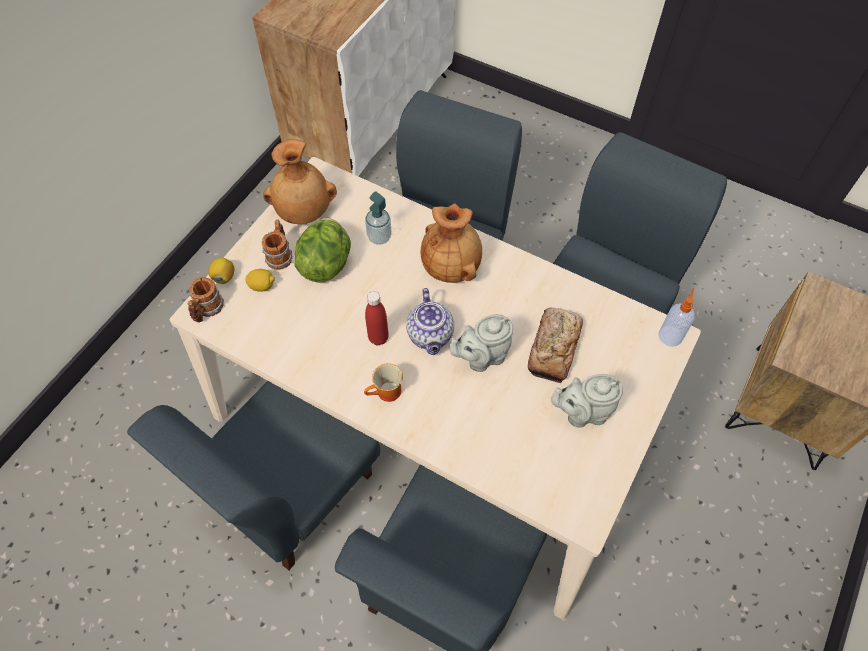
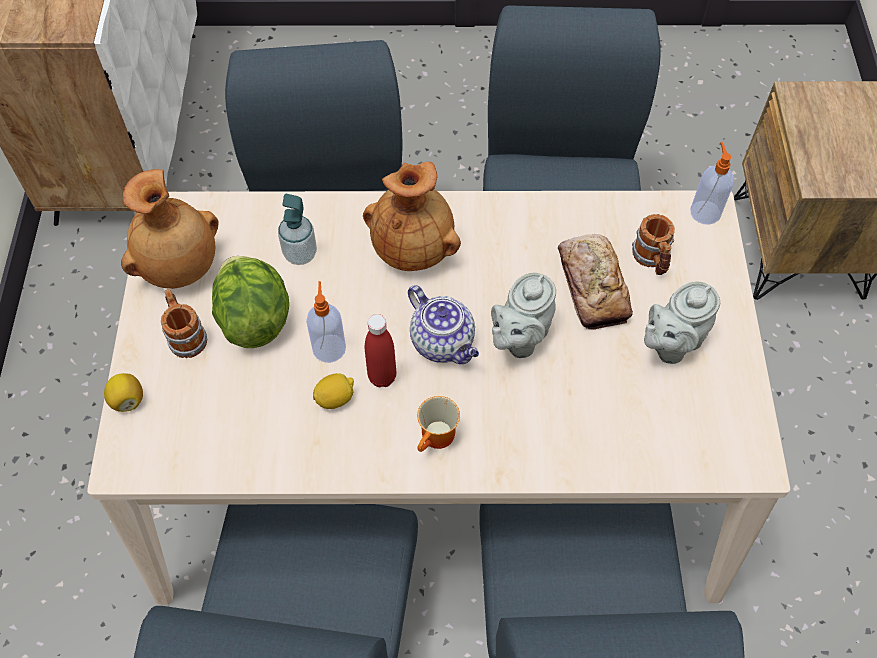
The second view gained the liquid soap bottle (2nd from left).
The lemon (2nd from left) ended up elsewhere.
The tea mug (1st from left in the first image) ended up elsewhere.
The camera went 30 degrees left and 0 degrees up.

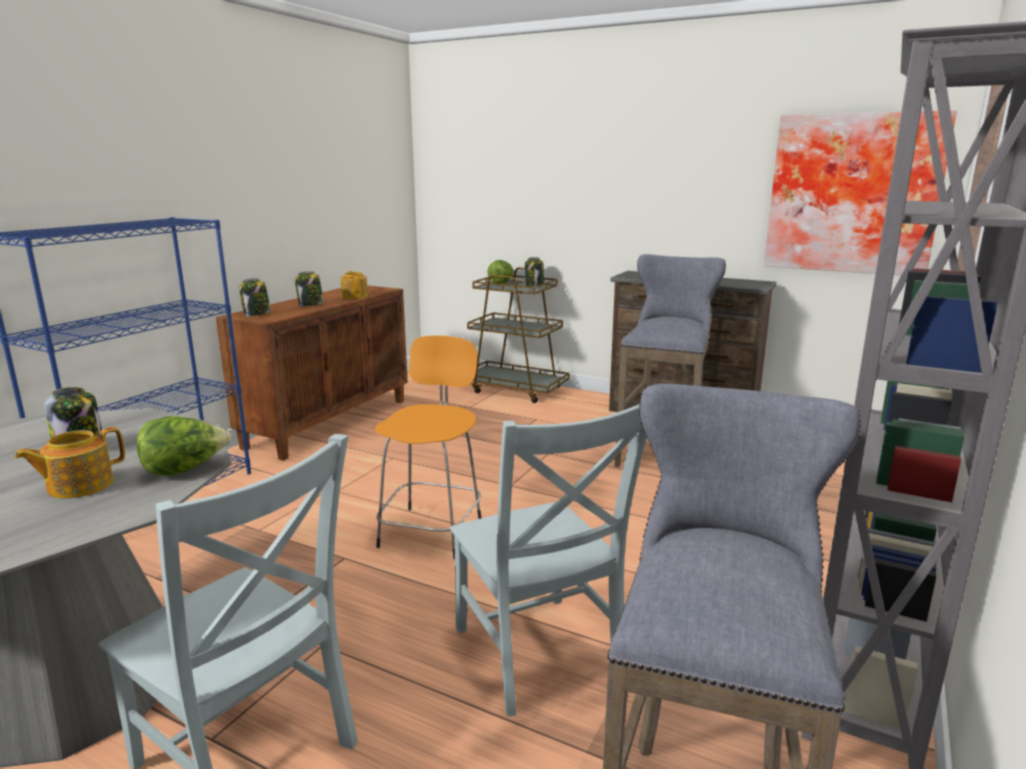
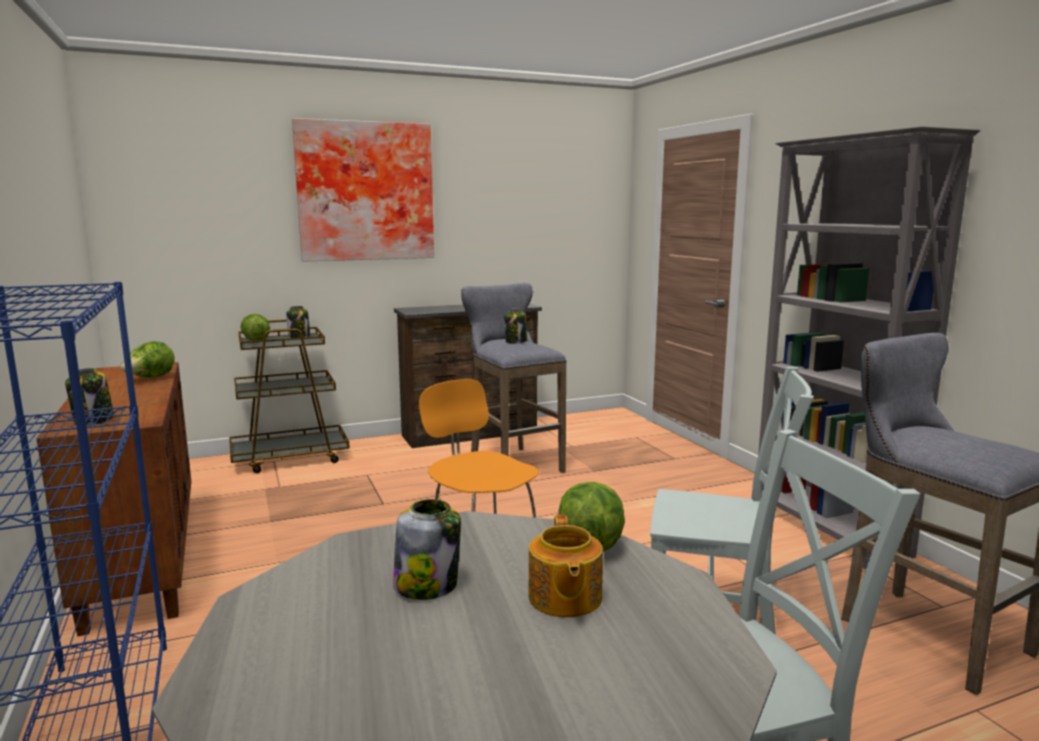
Where the teapot (2nd from left) stood, the lettuce head (1st from left) came to stand.
The wall art ended up elsewhere.
The storage jar (3rd from left in the first image) ended up elsewhere.
The camera went 50 degrees left and 5 degrees down.

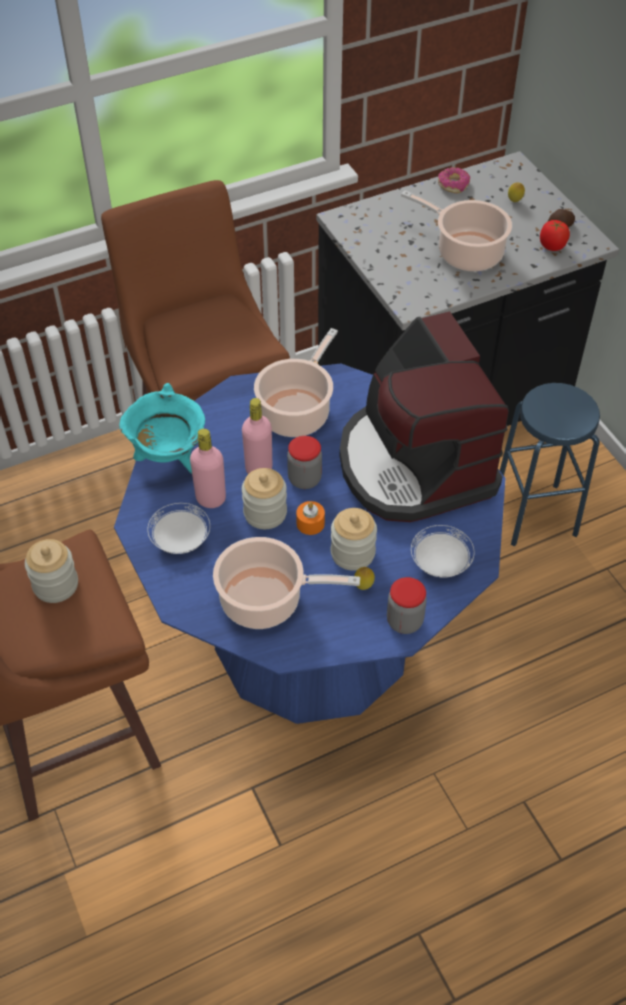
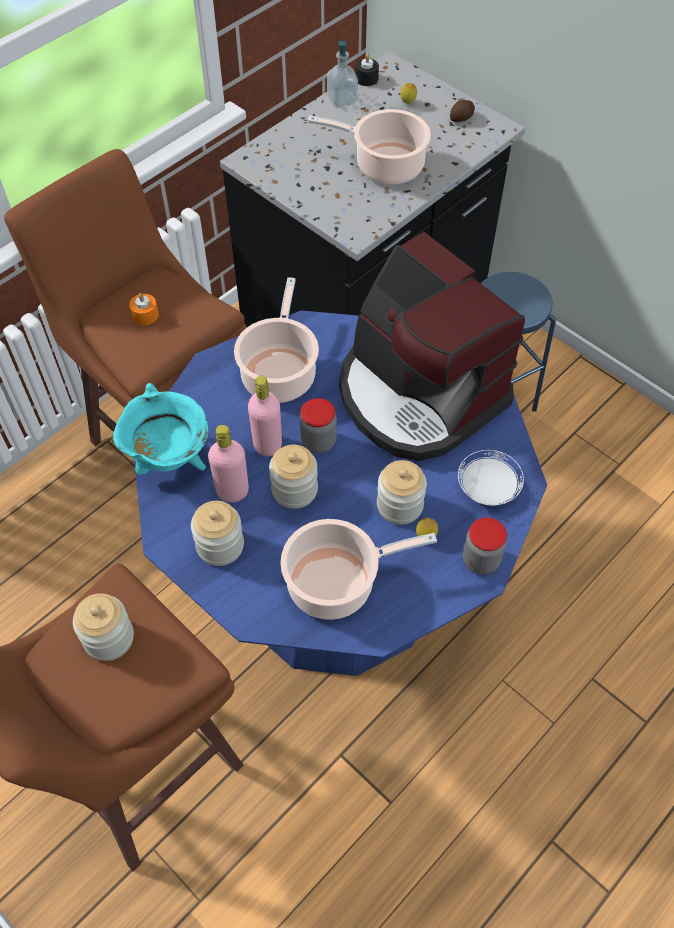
The orange wax candle ended up elsewhere.
Where the white-coloured plate (1st from left) stood, the storage jar (2nd from left) came to stand.
Where the donut stood, the liquid soap bottle came to stand.
The second view gained the black wax candle.
The second view lost the whole tomato.
The camera went 20 degrees left and 5 degrees up.

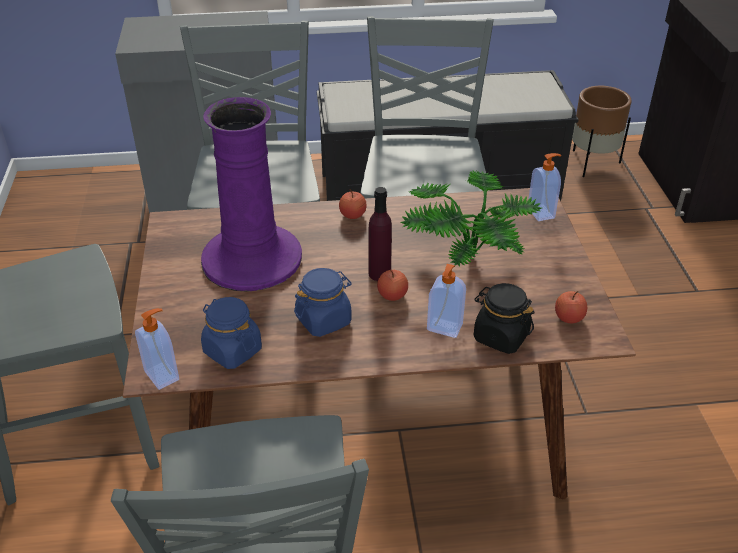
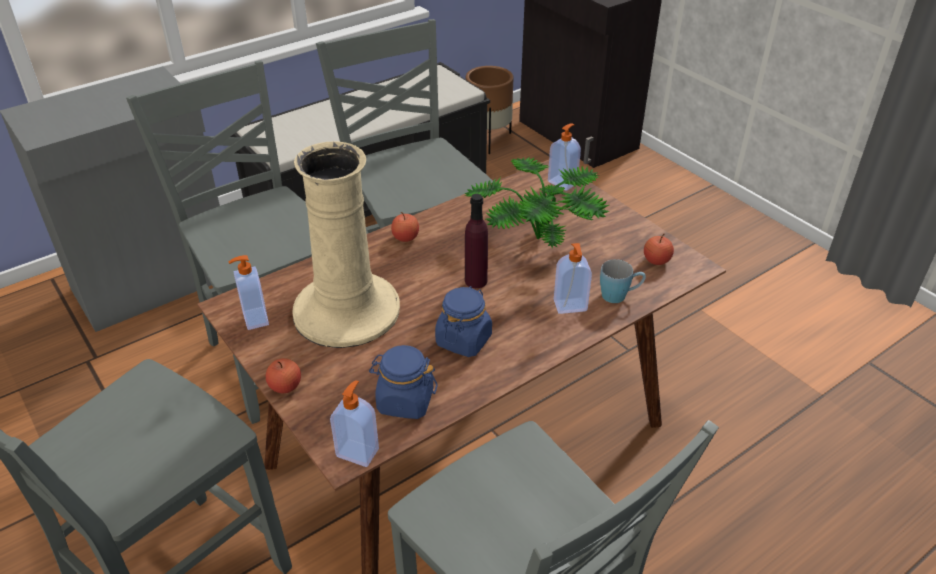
The second view gained the liquid soap bottle (1st from left).
The apple (2nd from left in the first image) ended up elsewhere.
What was the purple flower vase turned into the sand-coloured flower vase.
Where the black storage jar stood, the bluish tea mug came to stand.
The camera went 30 degrees left and 0 degrees up.

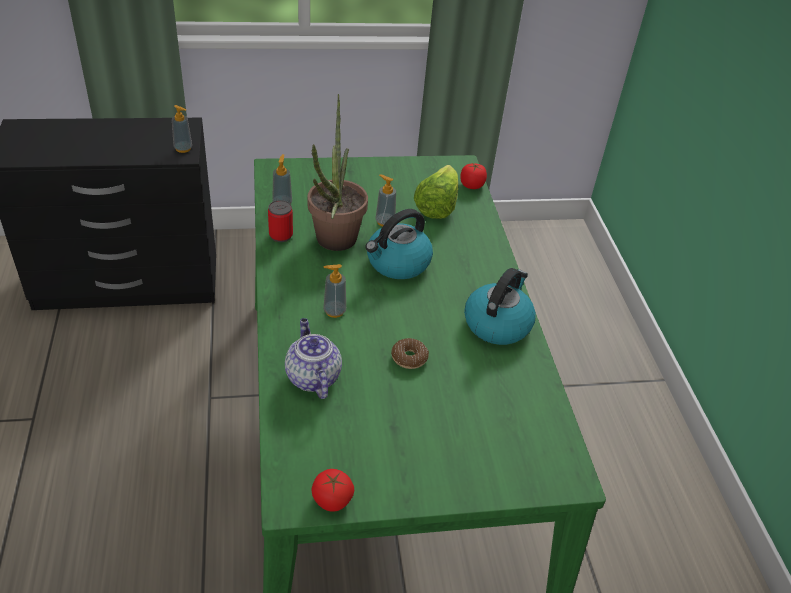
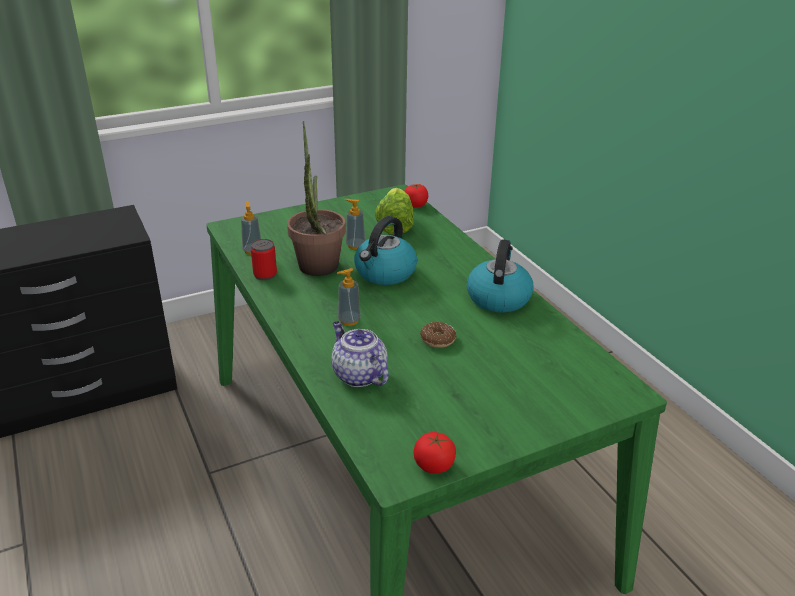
The second view lost the liquid soap bottle (1st from left).
The camera went 15 degrees left and 10 degrees down.

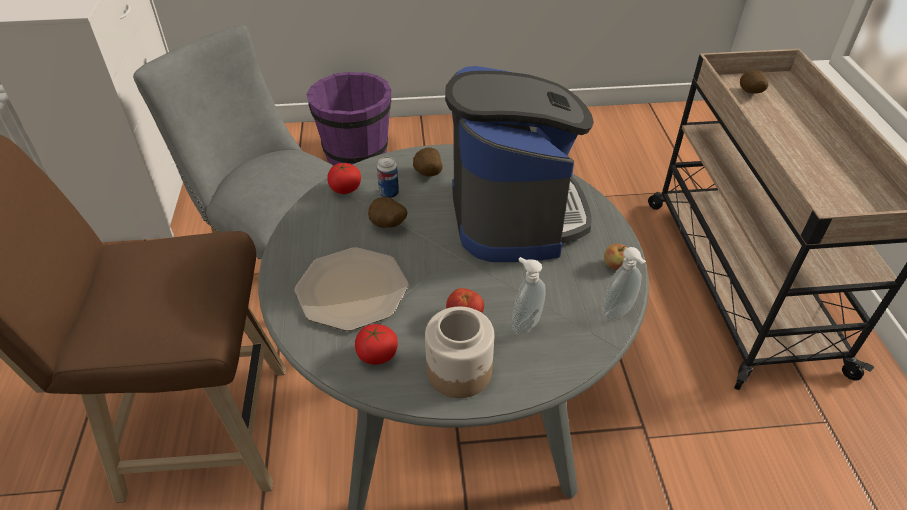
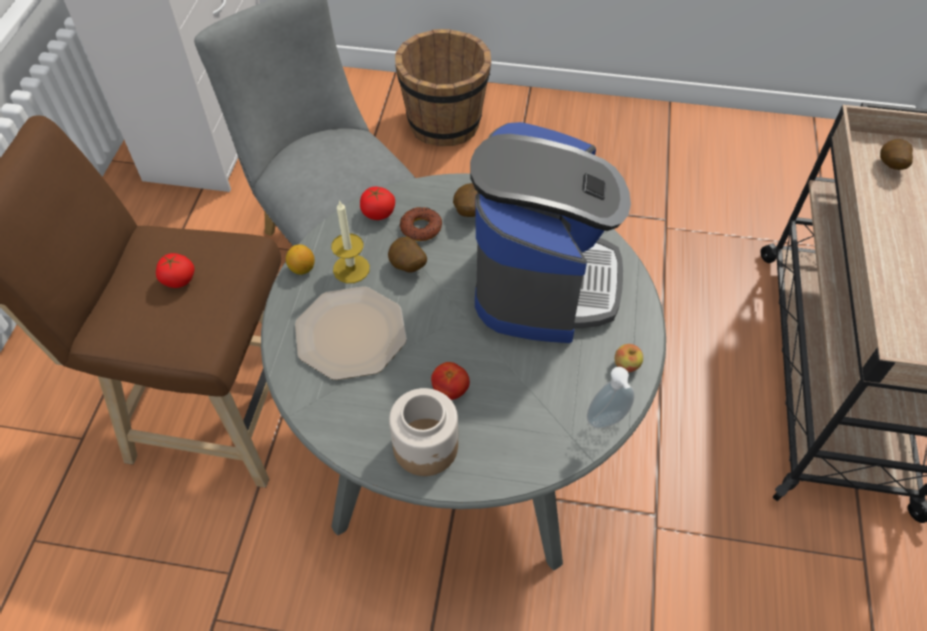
The whole tomato (2nd from left in the first image) ended up elsewhere.
The second view gained the lemon.
The second view gained the wax candle.
What was the purple bucket turned into the brownish bucket.
Where the sealed can stood, the donut came to stand.
The second view lost the liquid soap bottle (1st from left).
The camera went 15 degrees right and 10 degrees up.

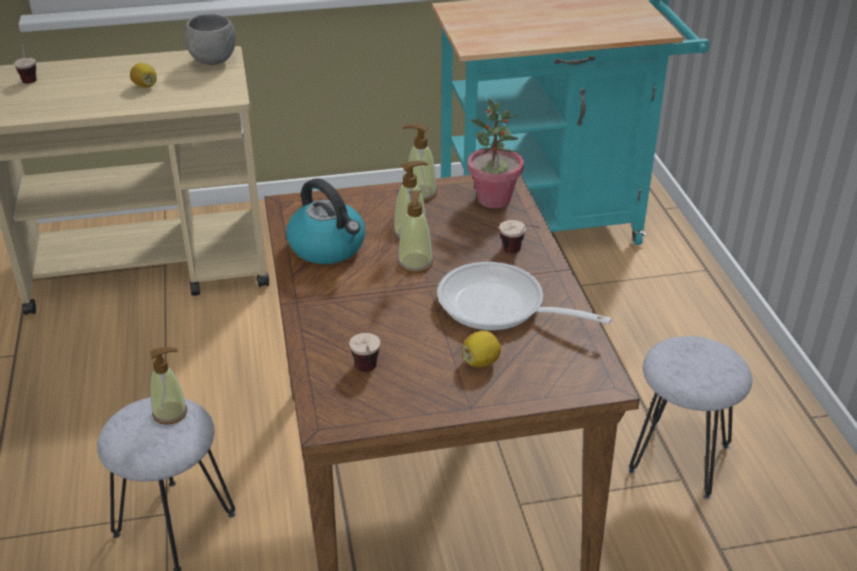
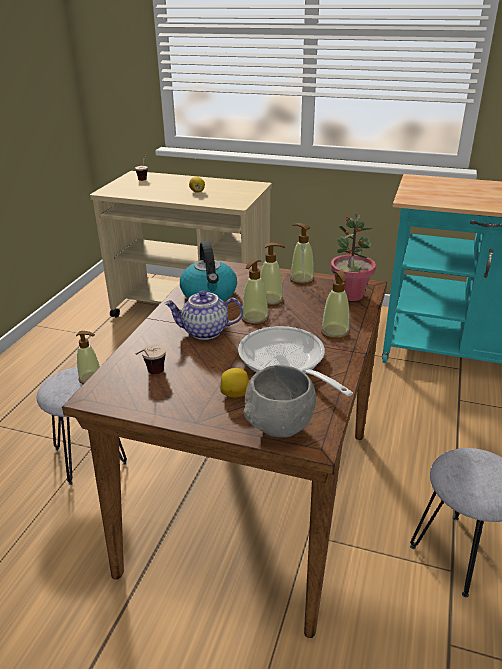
The second view gained the teapot.
The gray deep dish ended up elsewhere.
Where the cup (3rd from left) stood, the liquid soap bottle (5th from left) came to stand.
The camera went 30 degrees right and 5 degrees down.

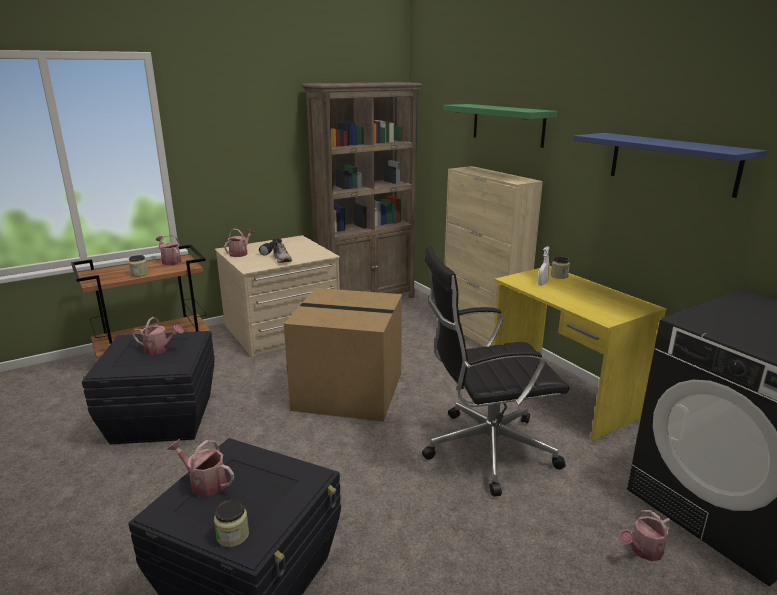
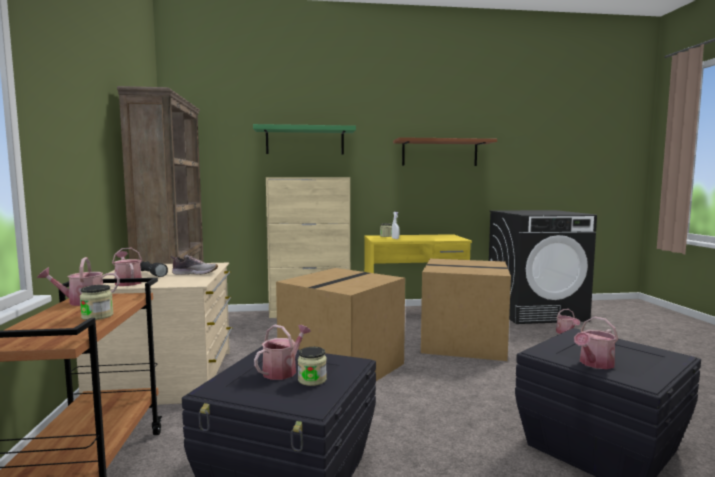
The storage jar (2nd from left) ended up elsewhere.
What was the bluish wall shelf turned into the brownish wall shelf.
Where the black computer chair stood, the packing box (2nd from left) came to stand.
The camera went 65 degrees left and 15 degrees down.

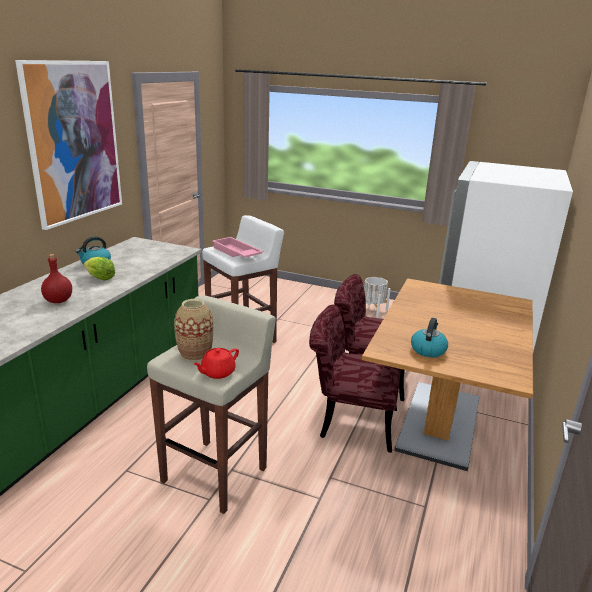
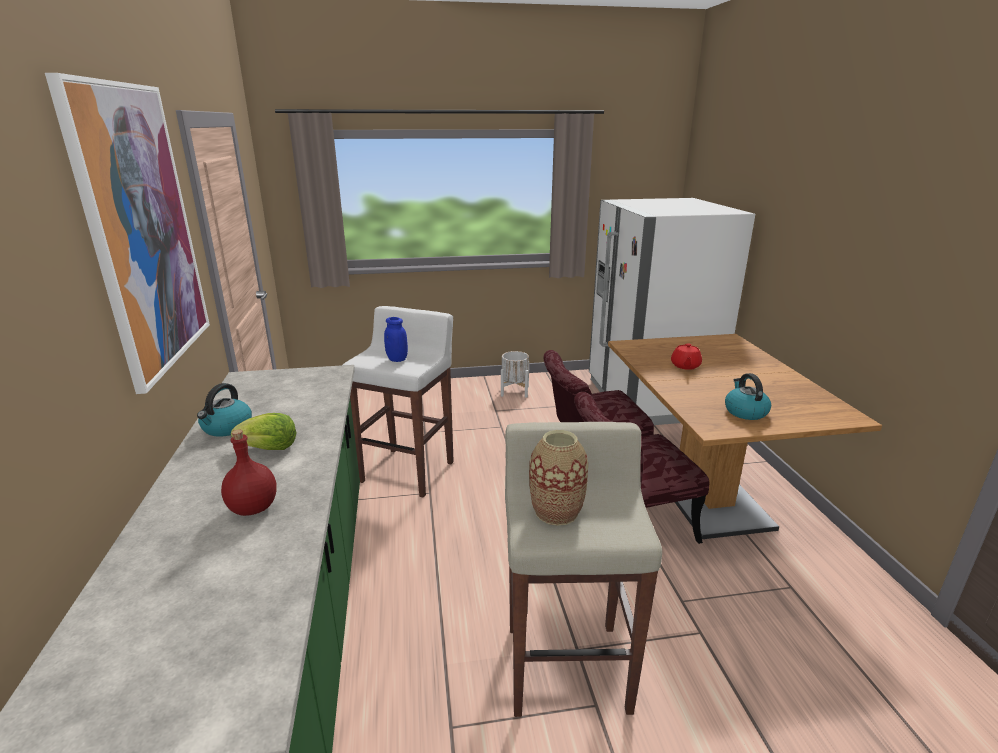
Where the pinkish serving tray stood, the bluish storage jar came to stand.
The reddish teapot ended up elsewhere.
The camera went 30 degrees left and 0 degrees up.

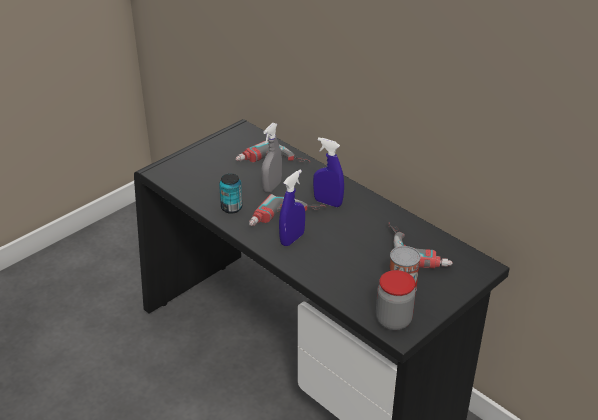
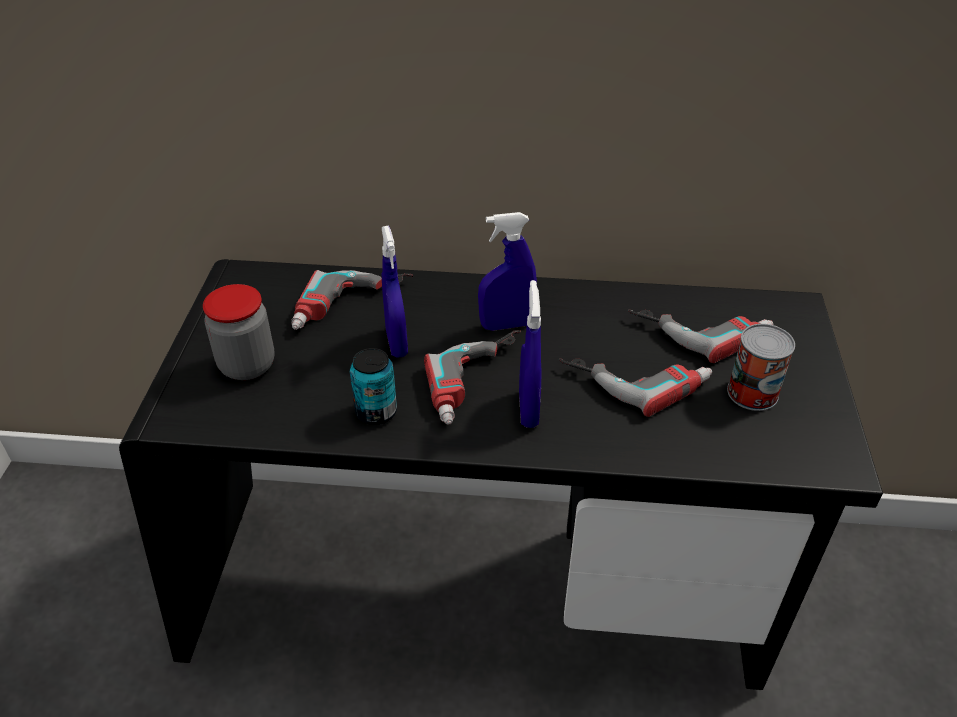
The storage jar ended up elsewhere.
What was the gray hand sprayer turned into the bluish hand sprayer (1st from left).
The second view gained the power drill (3rd from left).
The camera went 40 degrees left and 5 degrees up.

